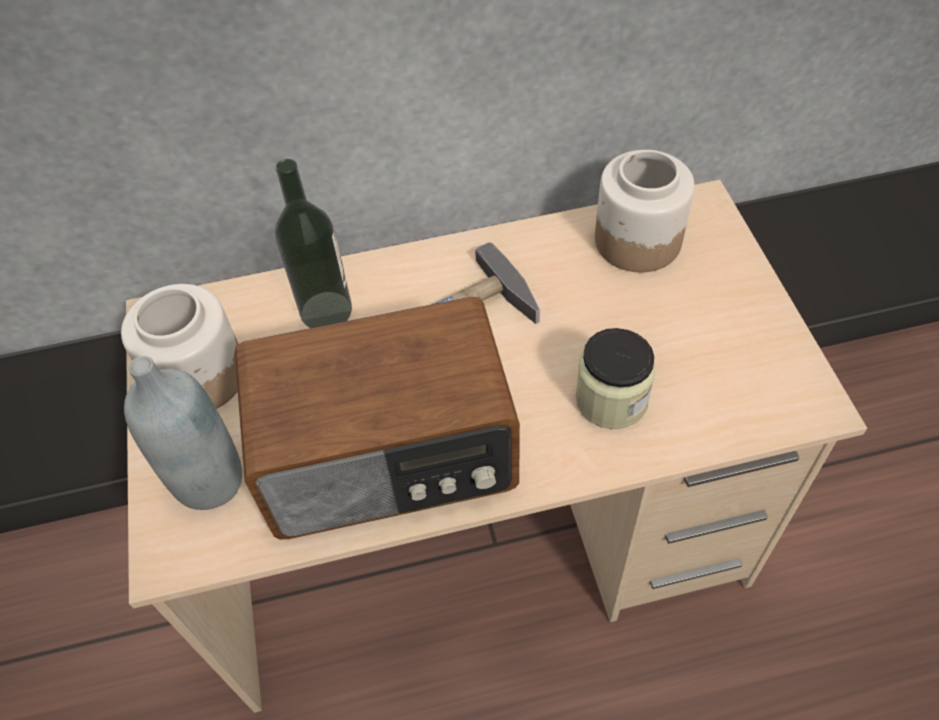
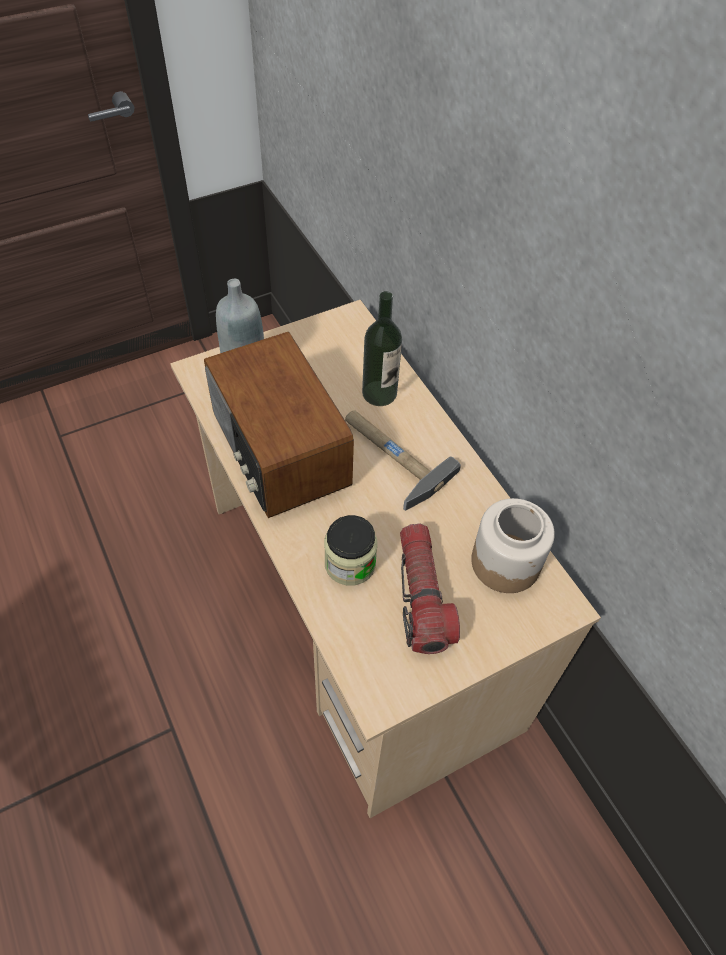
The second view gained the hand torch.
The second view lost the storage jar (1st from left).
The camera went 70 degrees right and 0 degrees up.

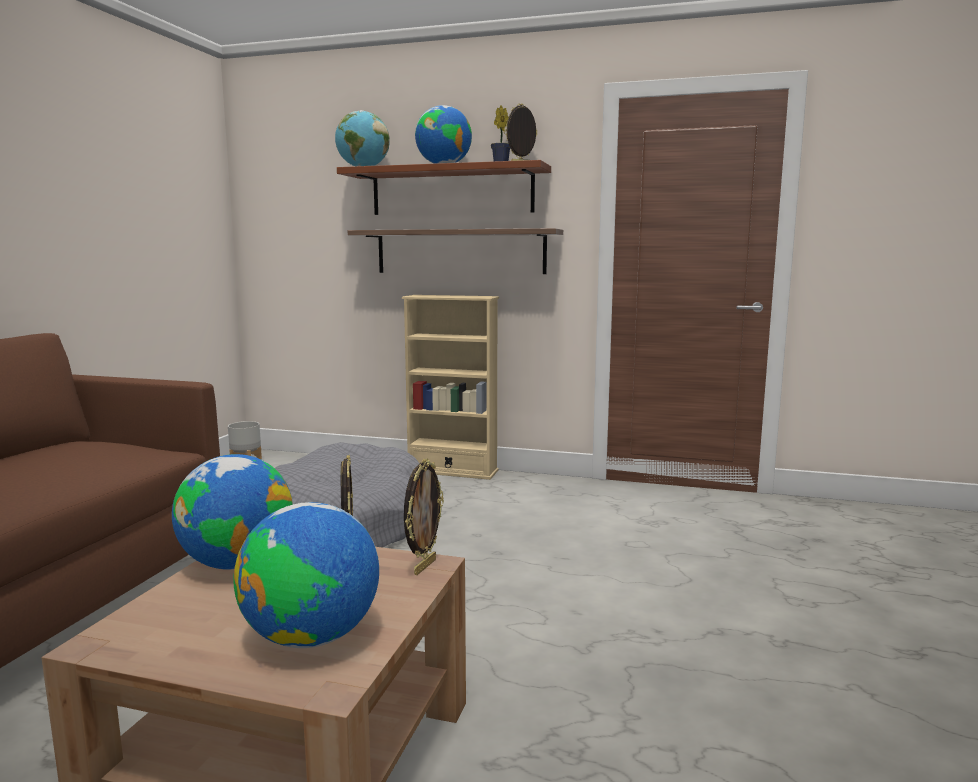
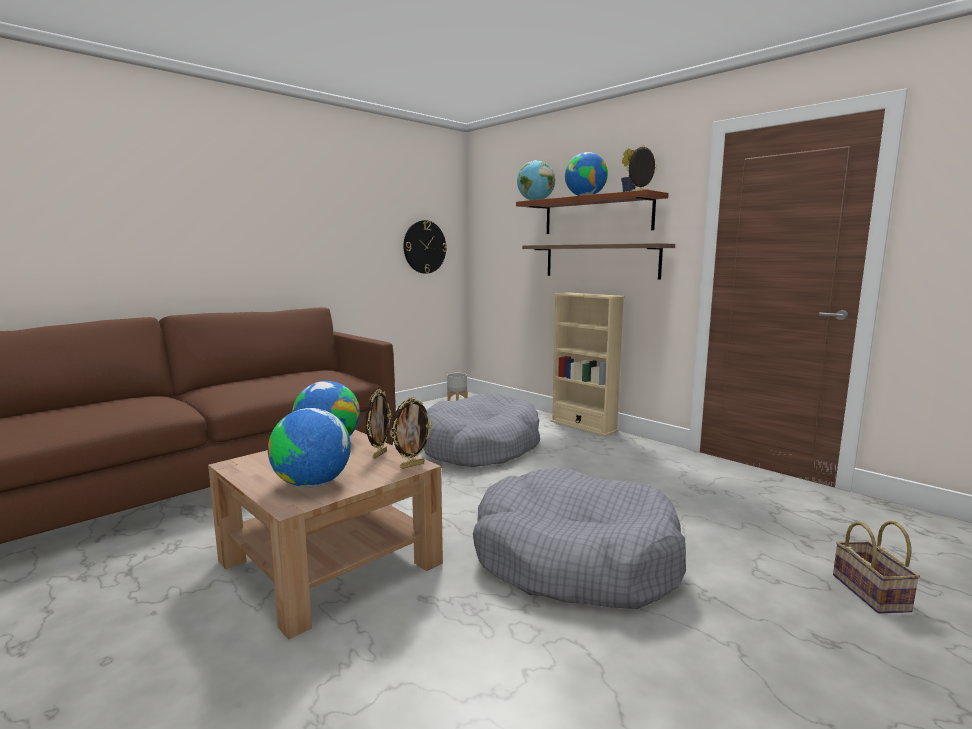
The second view gained the wall clock.
The second view gained the gray dog cushion (2nd from left).
The second view gained the household basket.
The camera went 30 degrees right and 0 degrees up.

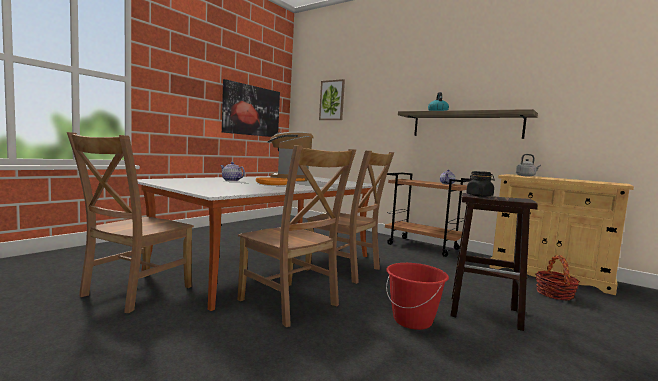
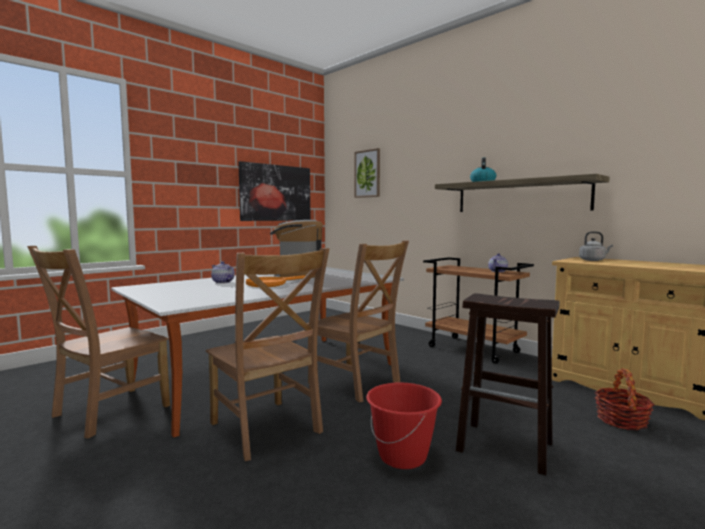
The second view lost the black storage jar.
The camera went 10 degrees right and 0 degrees up.

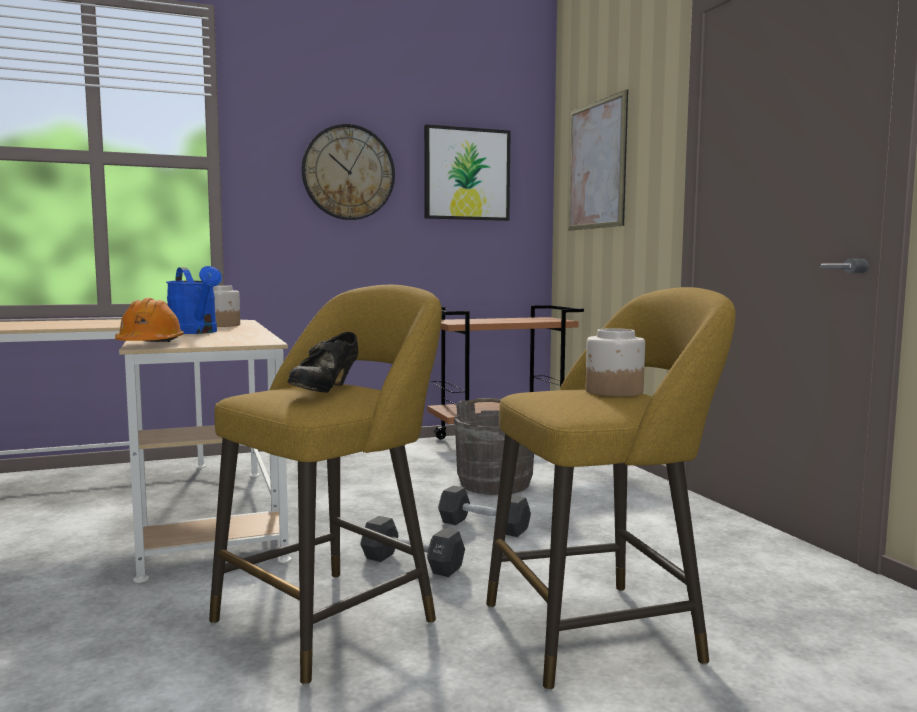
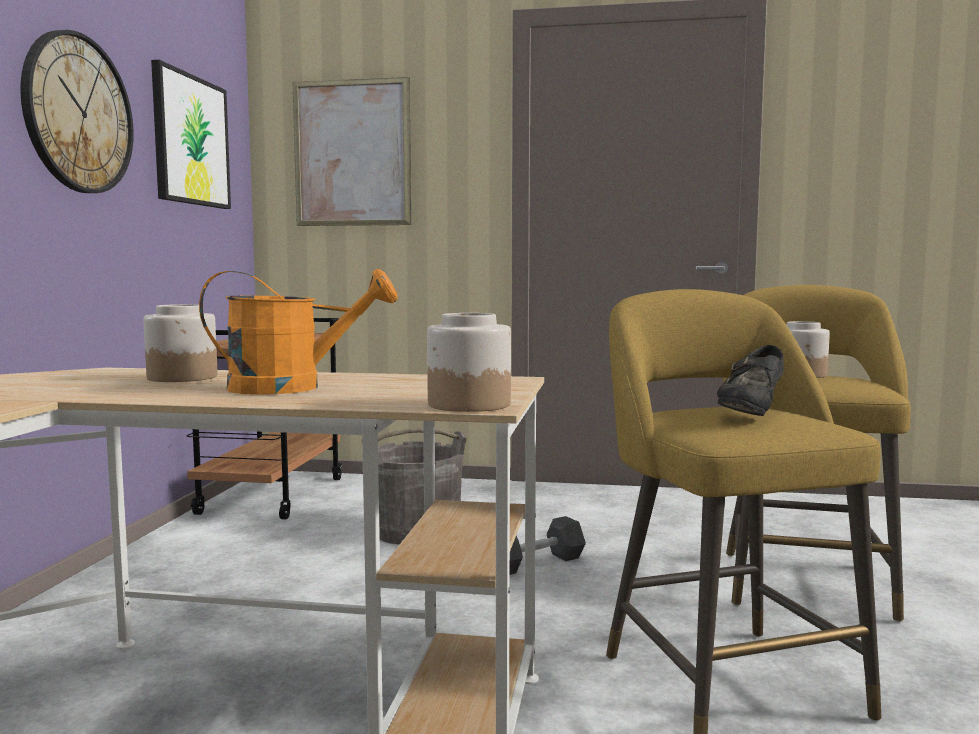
What was the bluish watering pot turned into the orange watering pot.
Where the orange hard hat stood, the storage jar (2nd from left) came to stand.
The black shoe ended up facing another way, 75 degrees clockwise from before.
The second view lost the black free weight (1st from left).
The camera went 60 degrees left and 0 degrees up.

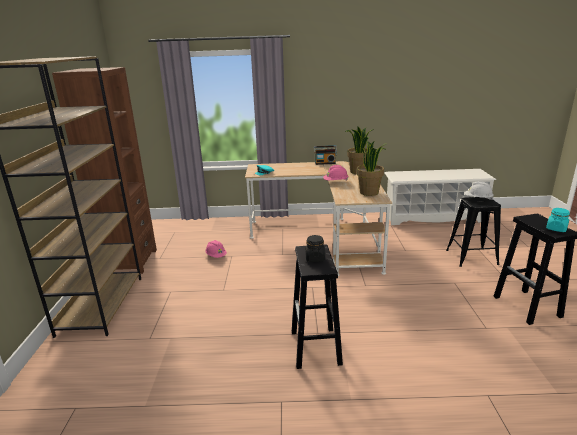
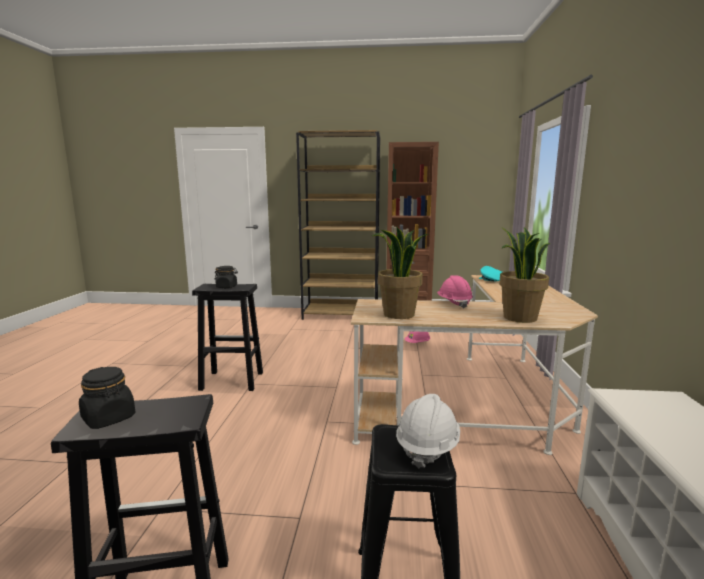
What was the blue-green storage jar turned into the black storage jar (1st from left).
The second view lost the radio receiver.
The camera went 95 degrees right and 10 degrees down.

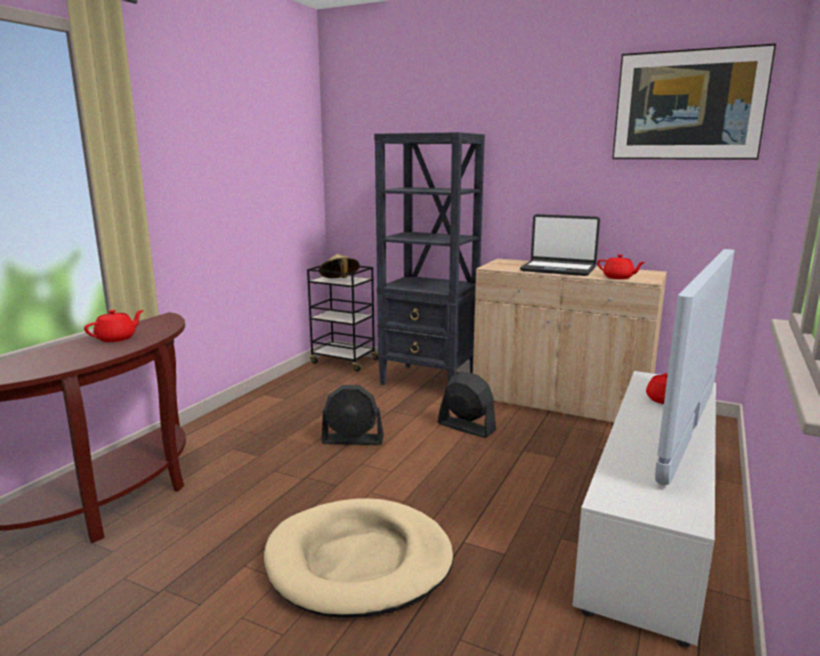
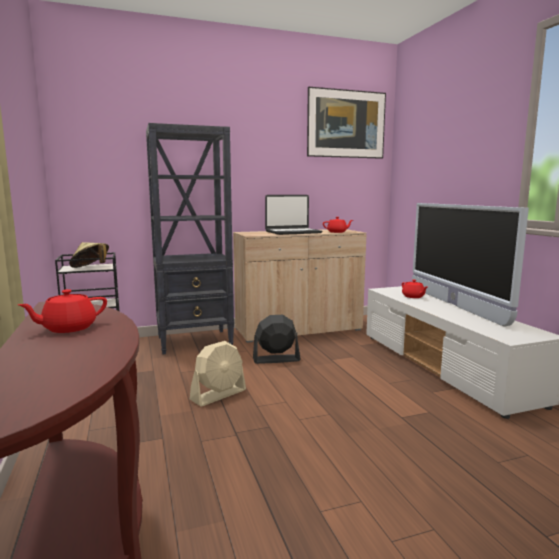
The reddish teapot (1st from left) ended up facing another way, 120 degrees counterclockwise from before.
What was the black electric fan (1st from left) turned into the sand-coloured electric fan.
The second view lost the sand-coloured dog cushion.
The camera went 45 degrees left and 5 degrees down.

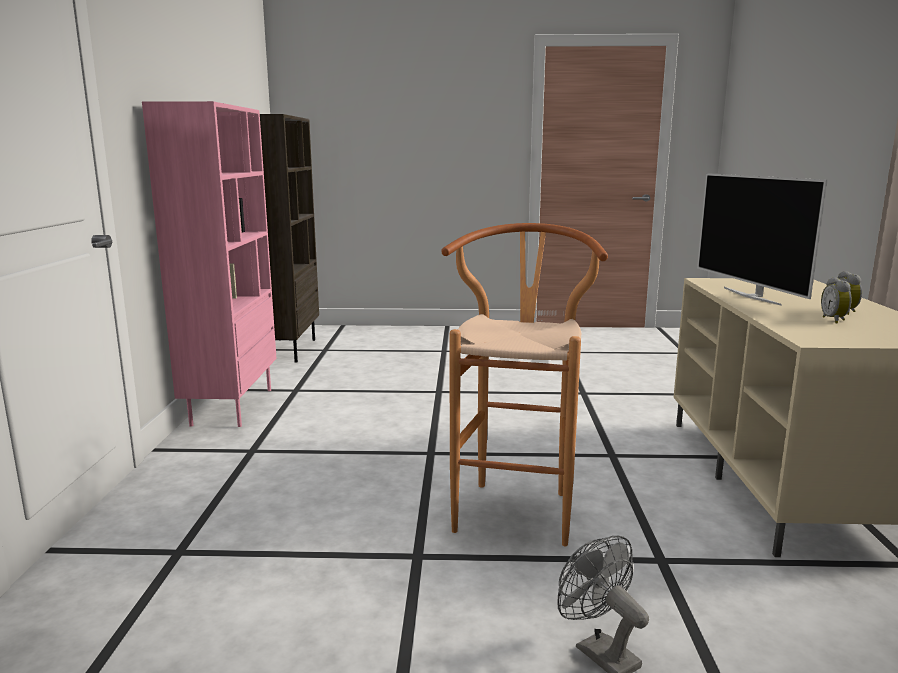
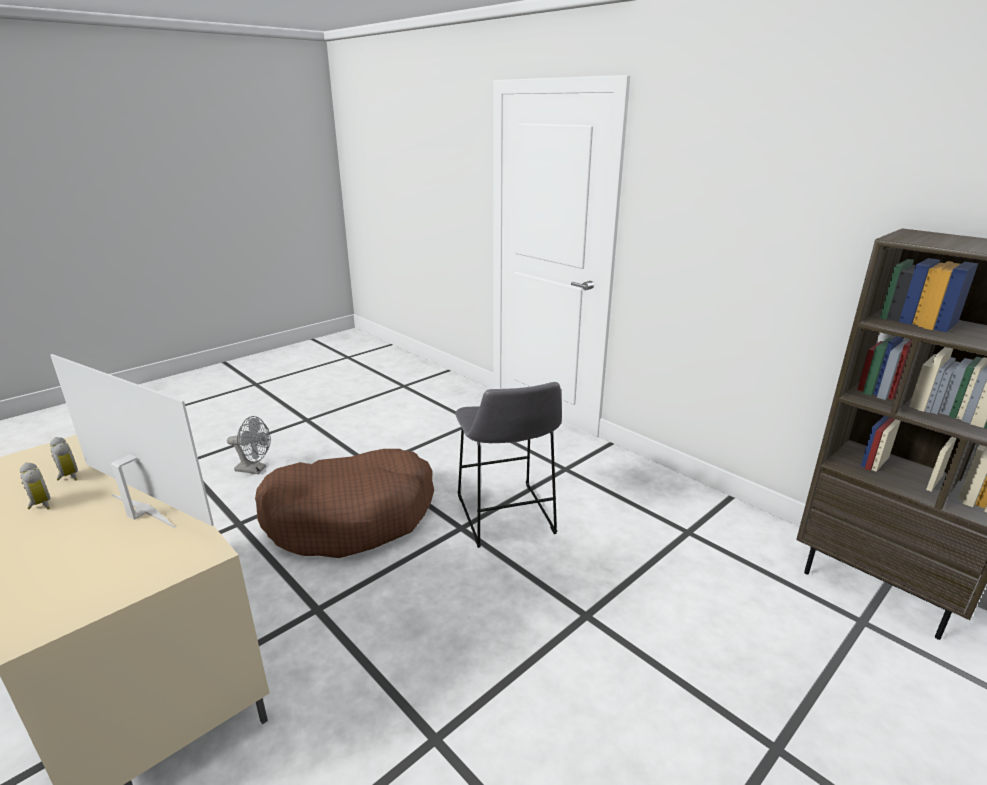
Where the brownish stool seat stood, the brownish dog cushion came to stand.
The second view gained the gray stool seat.
The second view lost the pinkish bookshelf.
The camera went 135 degrees right and 10 degrees up.

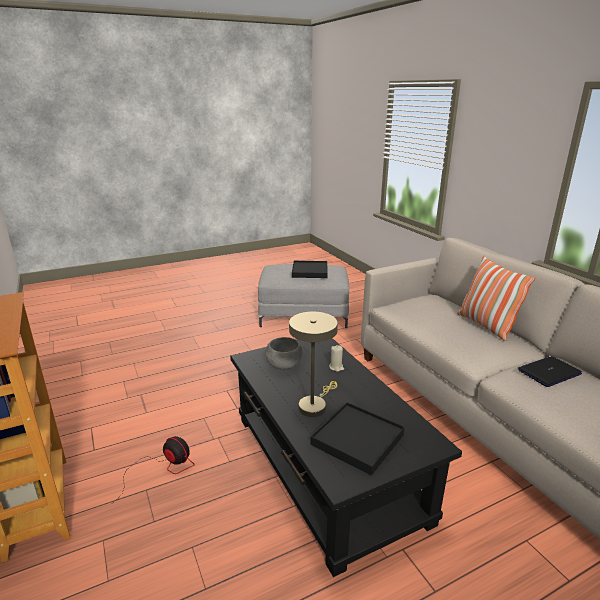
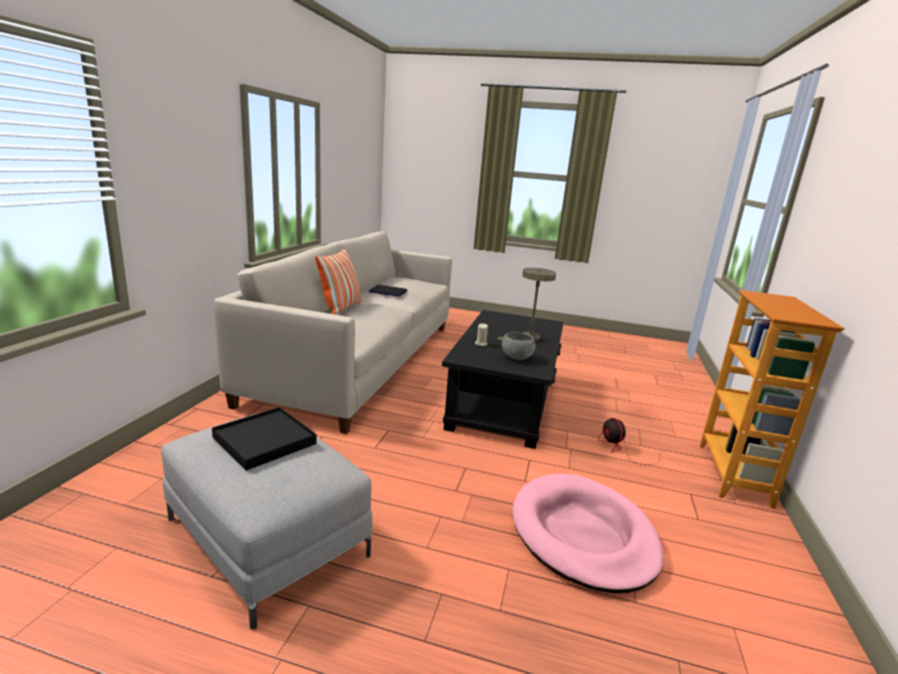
The second view gained the pinkish dog cushion.
The second view lost the black serving tray (2nd from left).
The camera went 140 degrees left and 5 degrees down.

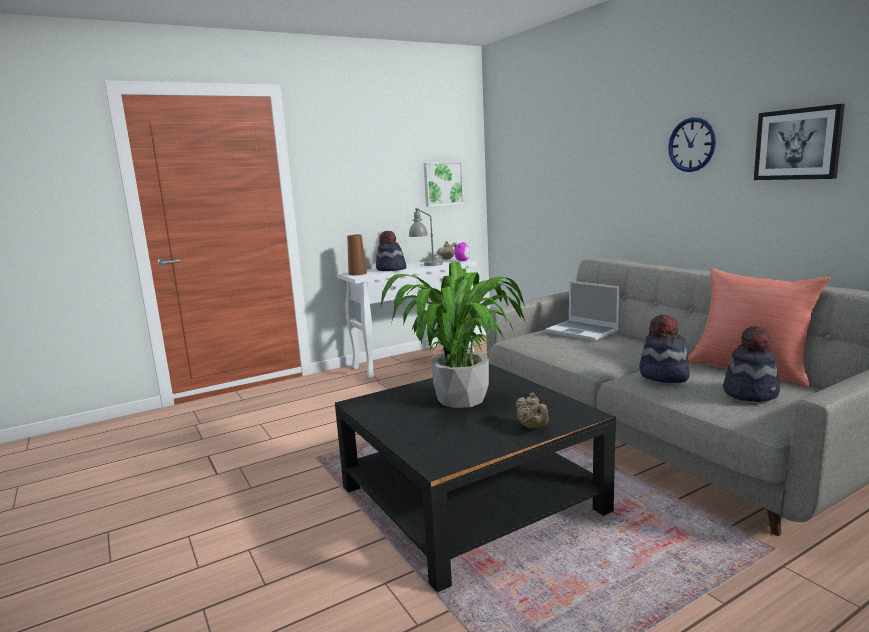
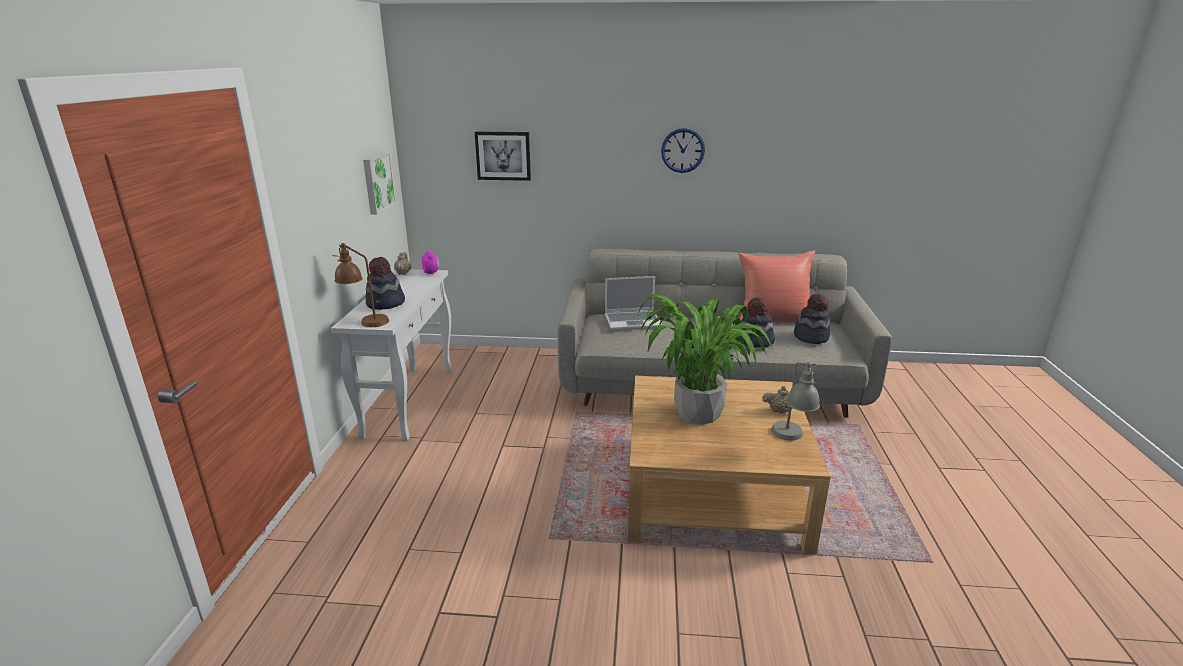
Where the brownish flower vase stood, the brownish table lamp came to stand.
The wall art (2nd from left) ended up elsewhere.
What was the black lounge table turned into the sand-coloured lounge table.
The gray table lamp ended up elsewhere.
The camera went 55 degrees left and 10 degrees up.

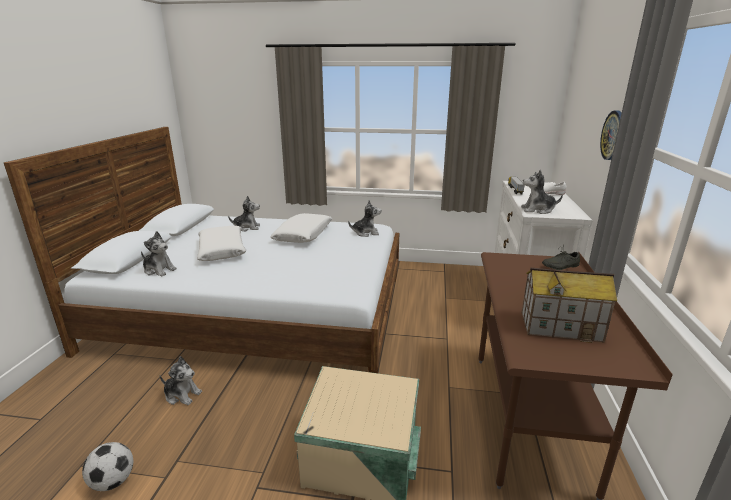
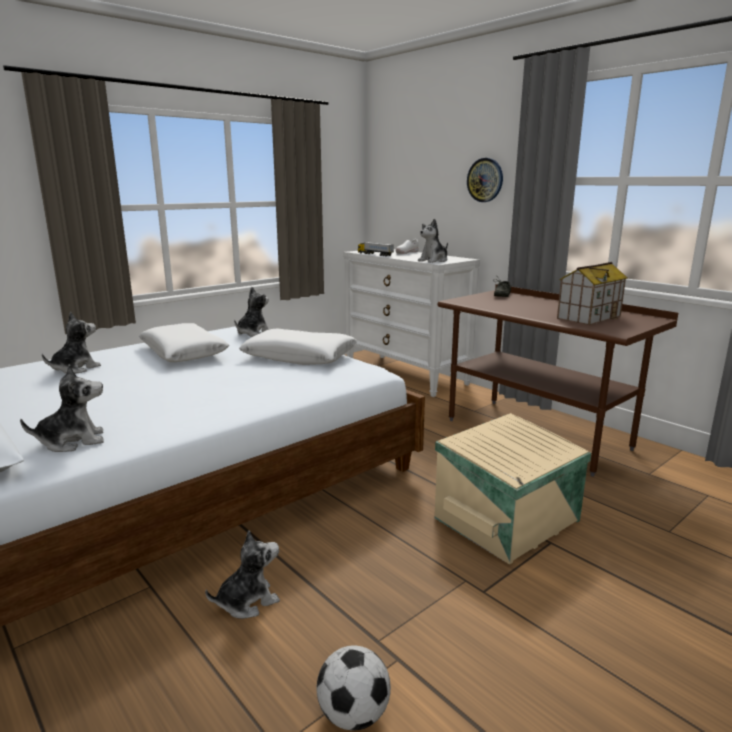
The white-coloured pillow (1st from left in the first image) ended up elsewhere.
The camera went 50 degrees left and 5 degrees down.

